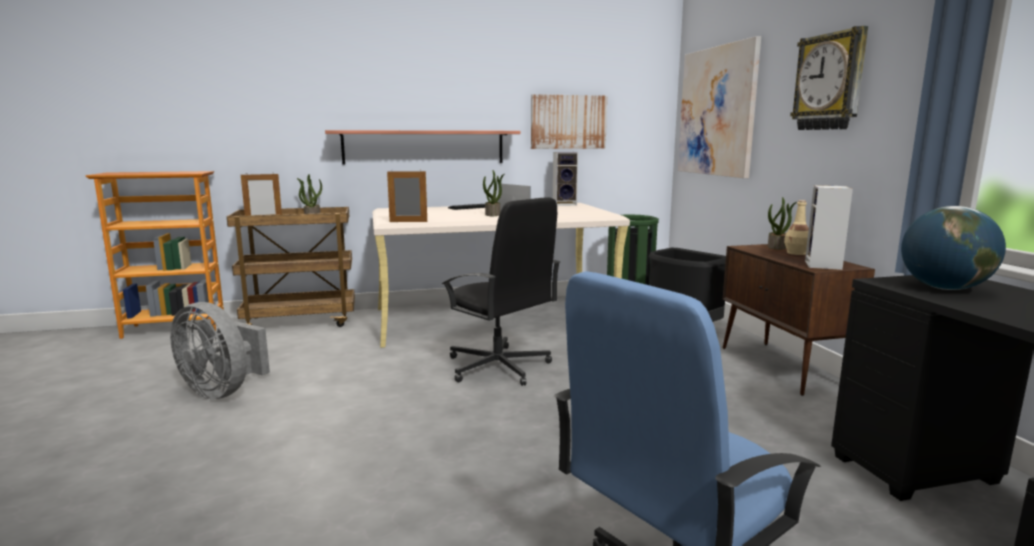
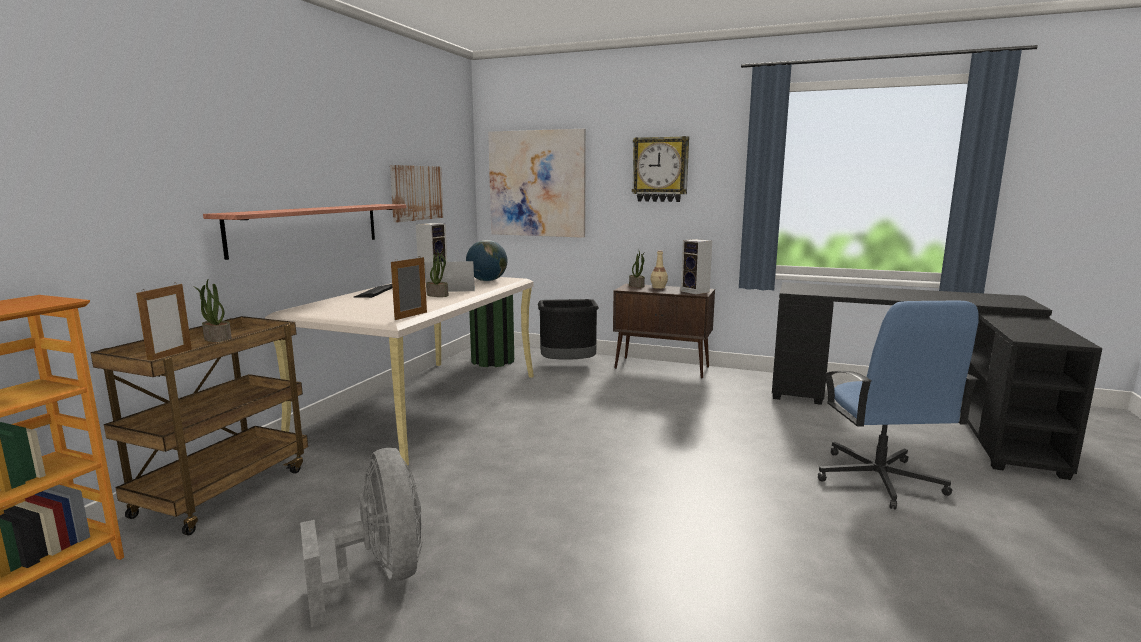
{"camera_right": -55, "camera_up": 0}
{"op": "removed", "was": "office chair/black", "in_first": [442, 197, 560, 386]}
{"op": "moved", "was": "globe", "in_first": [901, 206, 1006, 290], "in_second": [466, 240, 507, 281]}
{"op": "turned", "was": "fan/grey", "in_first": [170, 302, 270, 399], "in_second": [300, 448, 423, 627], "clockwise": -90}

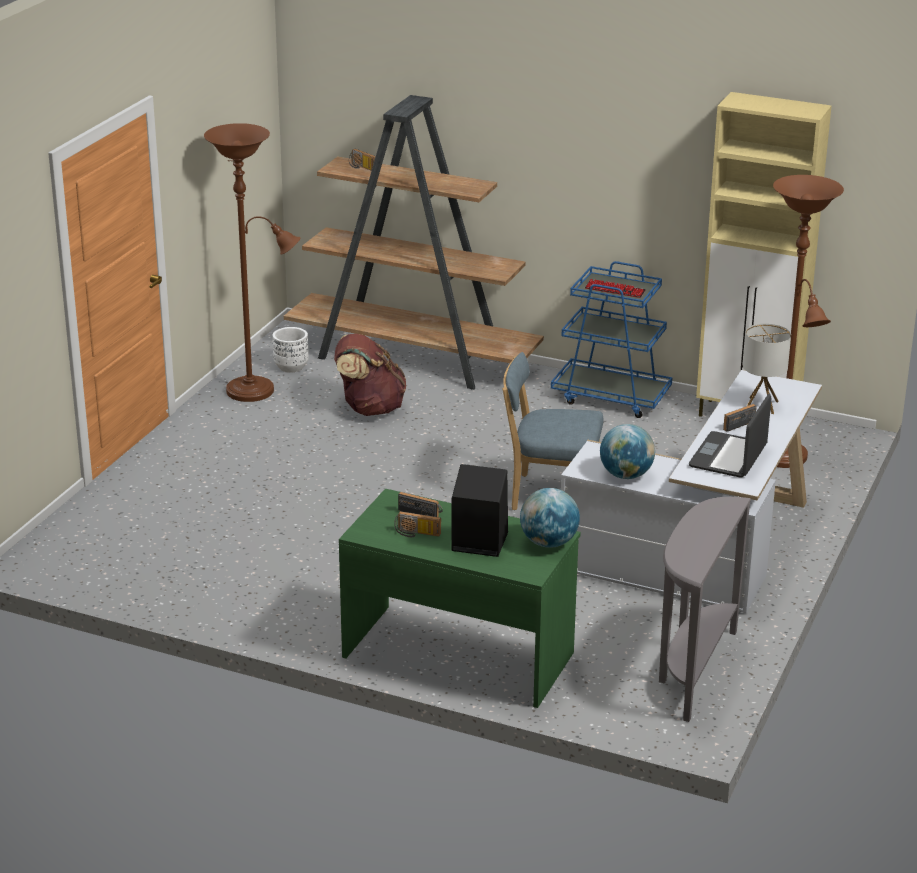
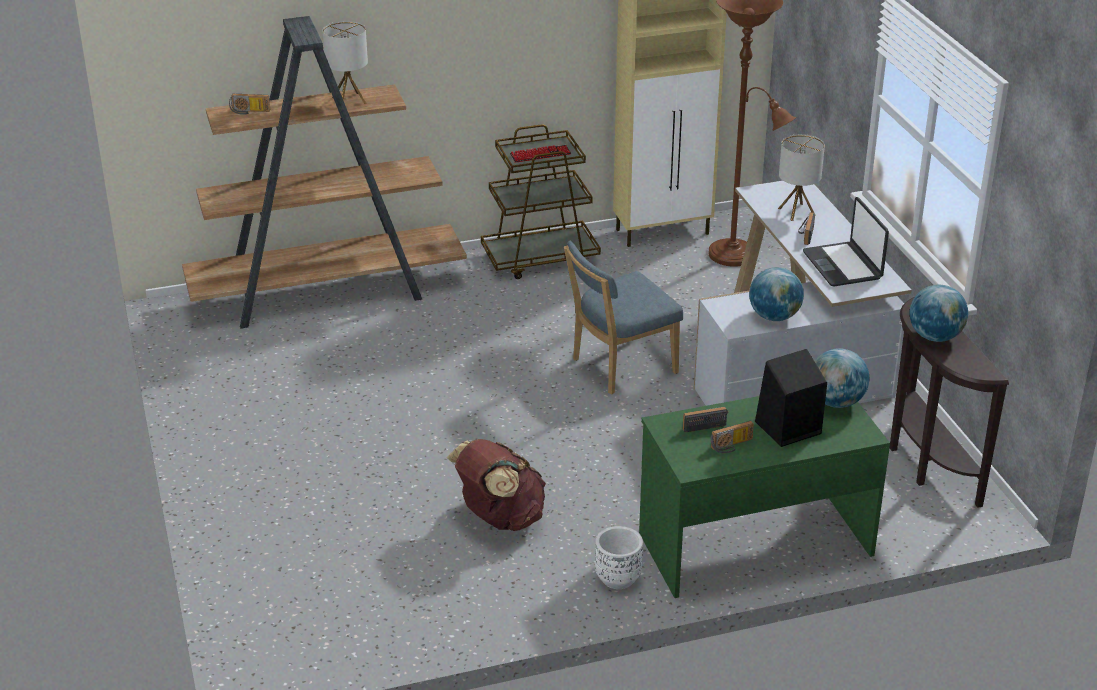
{"camera_right": -40, "camera_up": 5}
{"op": "removed", "was": "floor lamp/brown", "in_first": [204, 123, 300, 402]}
{"op": "recoloured", "was": "cart/blue", "now": "cart/brown", "in_first": [551, 261, 672, 418], "in_second": [481, 124, 601, 279]}
{"op": "moved", "was": "planter/white", "in_first": [273, 327, 309, 373], "in_second": [595, 526, 643, 589]}
{"op": "moved", "was": "backpack/brown", "in_first": [334, 333, 406, 416], "in_second": [447, 439, 546, 531]}
{"op": "recoloured", "was": "console table/grey", "now": "console table/brown", "in_first": [659, 497, 751, 722], "in_second": [890, 297, 1009, 508]}
{"op": "added", "now": "table lamp", "in_second": [323, 21, 368, 104]}
{"op": "added", "now": "globe", "in_second": [910, 284, 968, 342]}

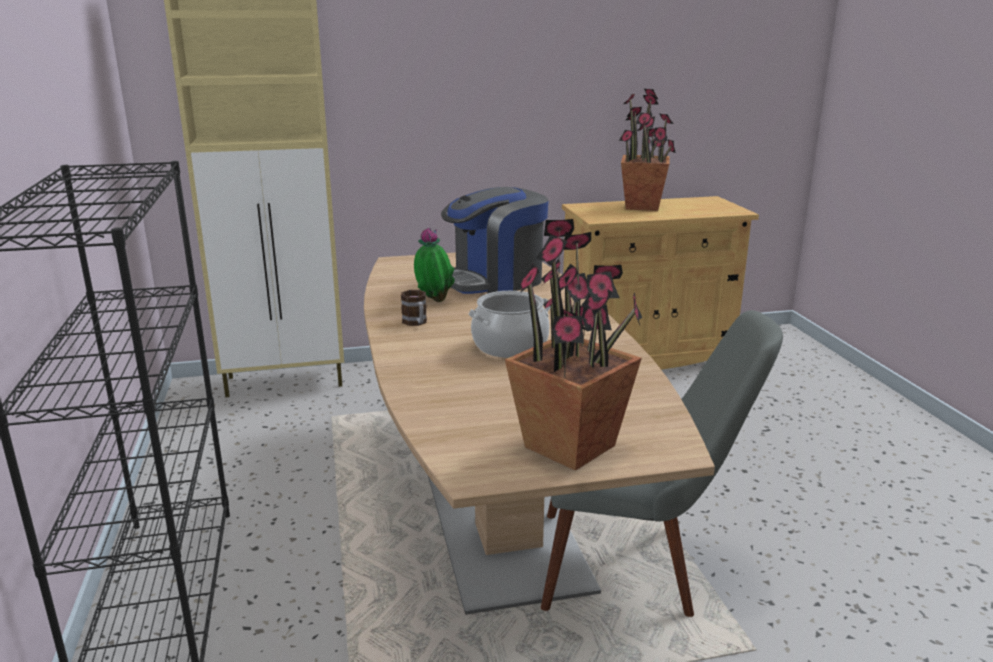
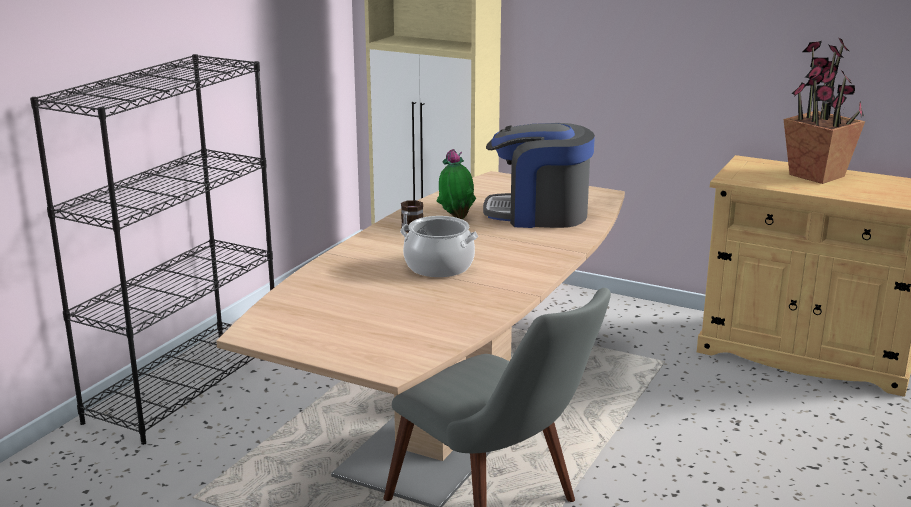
{"camera_right": 40, "camera_up": 0}
{"op": "removed", "was": "potted plant", "in_first": [505, 219, 642, 471]}

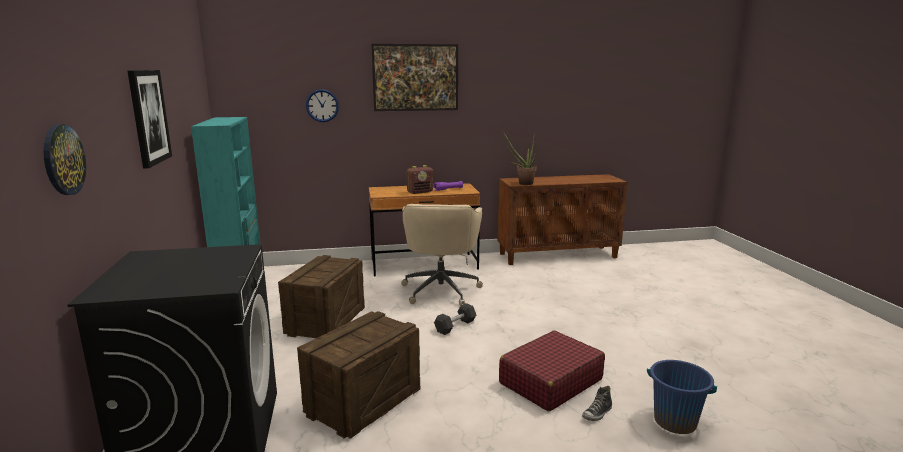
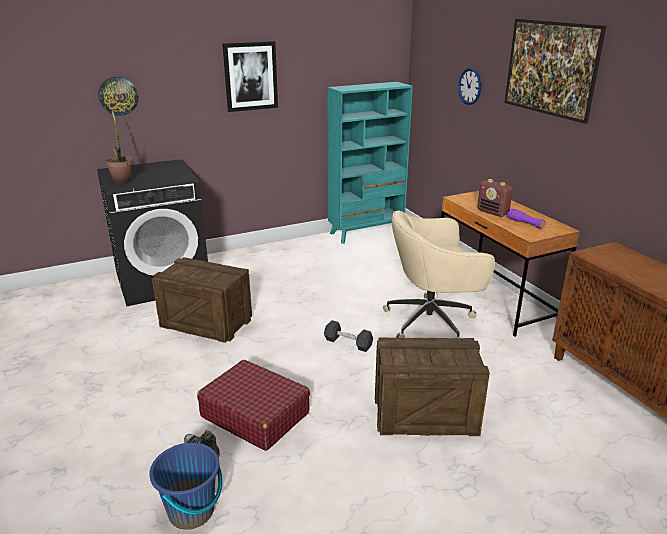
{"camera_right": 75, "camera_up": 10}
{"op": "moved", "was": "potted plant", "in_first": [503, 132, 537, 185], "in_second": [105, 110, 132, 183]}
{"op": "moved", "was": "crate", "in_first": [278, 255, 365, 338], "in_second": [375, 337, 490, 436]}

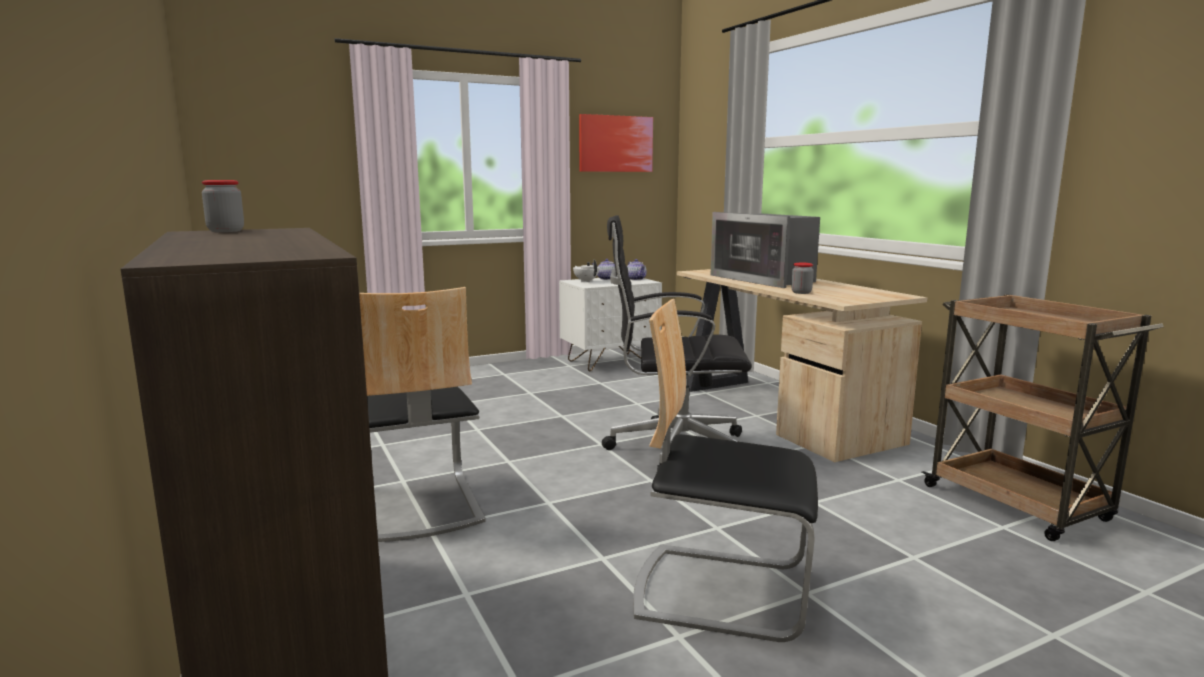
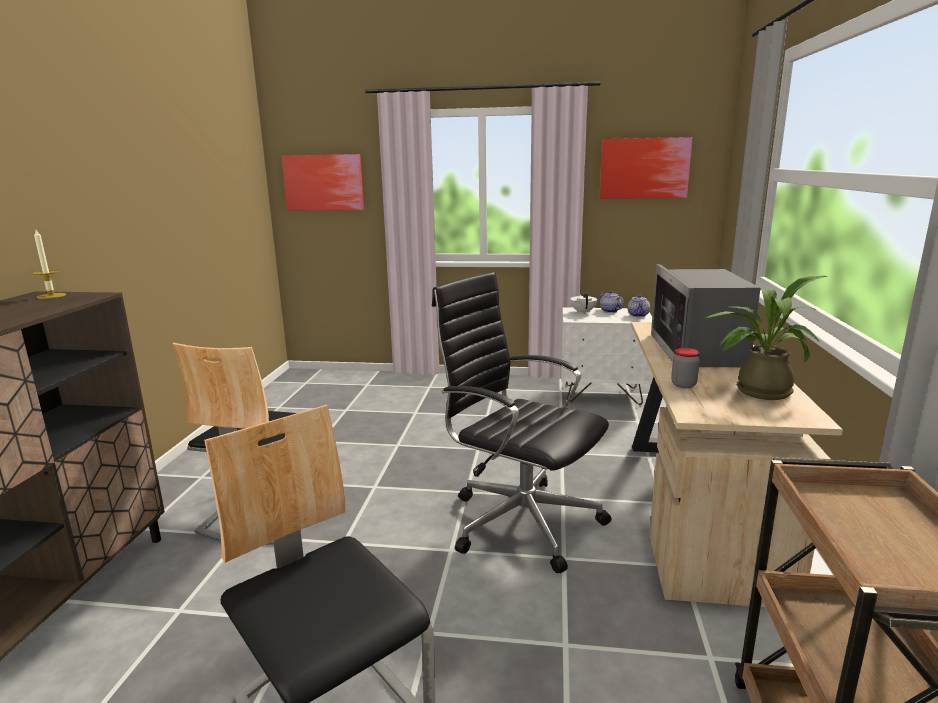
{"camera_right": 35, "camera_up": 5}
{"op": "replaced", "was": "jar", "now": "candle", "in_first": [202, 180, 244, 232], "in_second": [33, 230, 66, 299]}
{"op": "added", "now": "picture", "in_second": [282, 154, 364, 211]}
{"op": "added", "now": "potted plant", "in_second": [704, 276, 827, 400]}

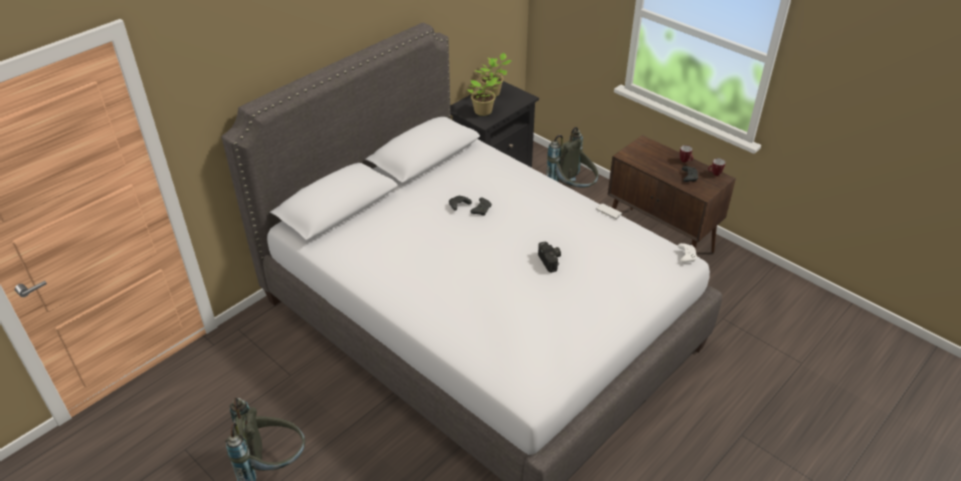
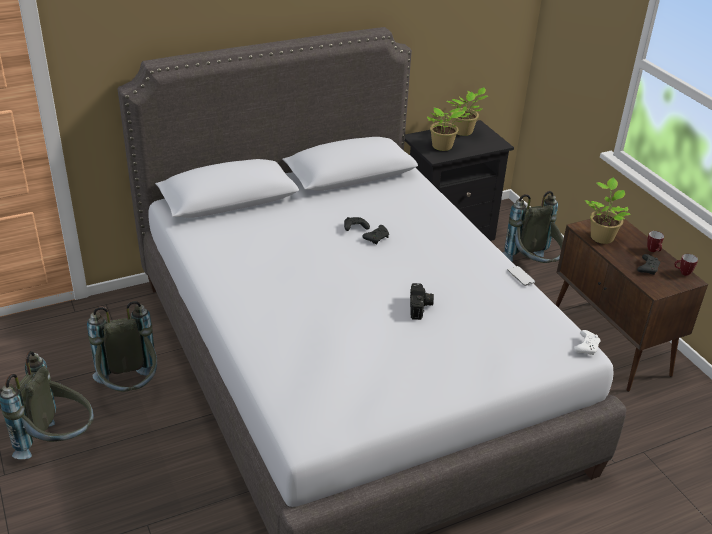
{"camera_right": 20, "camera_up": -5}
{"op": "added", "now": "potted plant", "in_second": [585, 178, 631, 244]}
{"op": "added", "now": "backpack/grey", "in_second": [87, 301, 157, 392]}

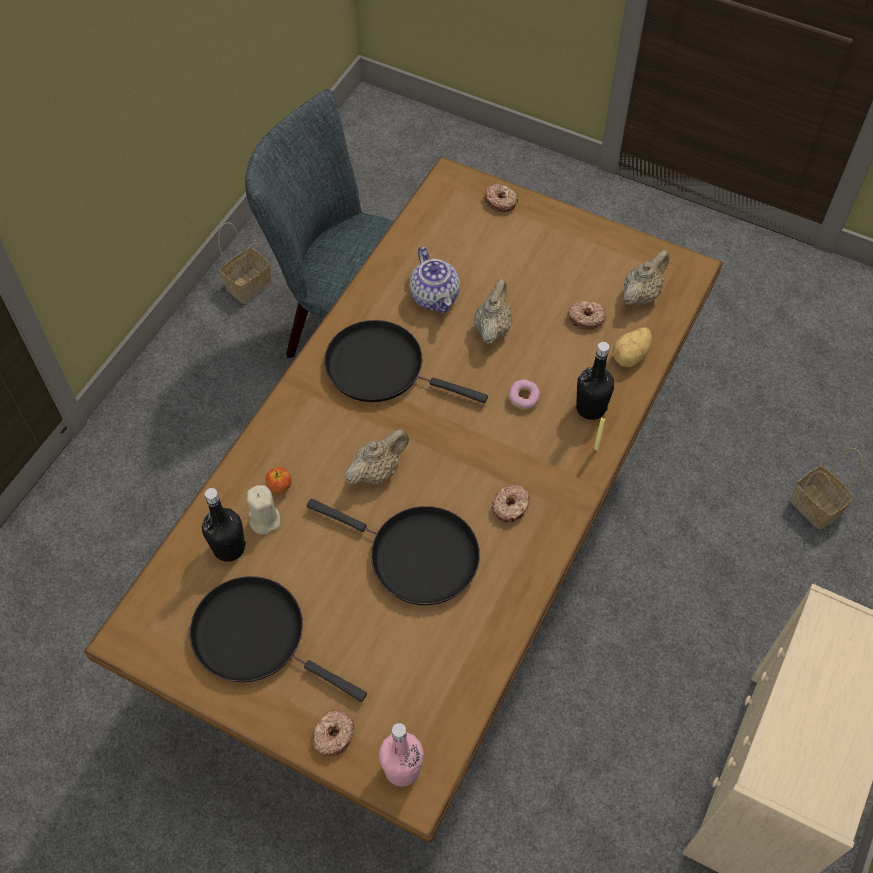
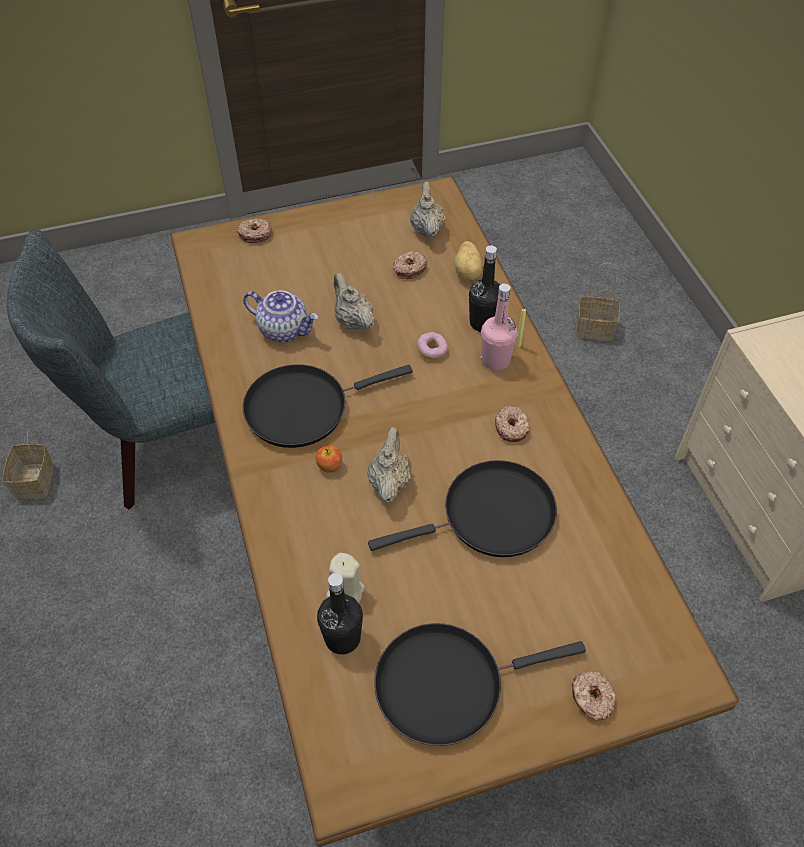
{"camera_right": -45, "camera_up": -5}
{"op": "moved", "was": "apple", "in_first": [266, 467, 292, 494], "in_second": [315, 445, 342, 473]}
{"op": "moved", "was": "bottle/pink", "in_first": [379, 723, 424, 787], "in_second": [481, 283, 517, 371]}

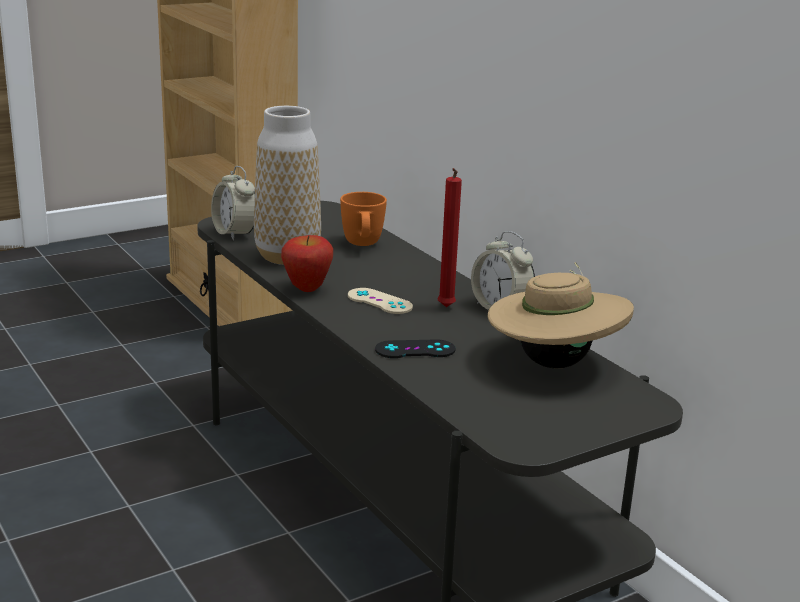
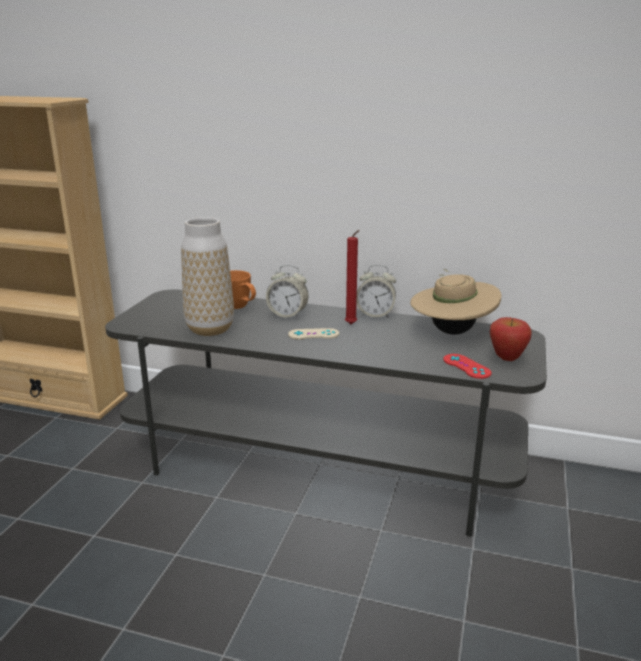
{"camera_right": -40, "camera_up": 0}
{"op": "moved", "was": "alarm clock", "in_first": [211, 166, 255, 241], "in_second": [266, 265, 308, 319]}
{"op": "moved", "was": "apple", "in_first": [281, 235, 333, 292], "in_second": [490, 317, 532, 361]}
{"op": "removed", "was": "game controller/black", "in_first": [375, 339, 456, 358]}
{"op": "added", "now": "game controller/red", "in_second": [443, 354, 492, 379]}

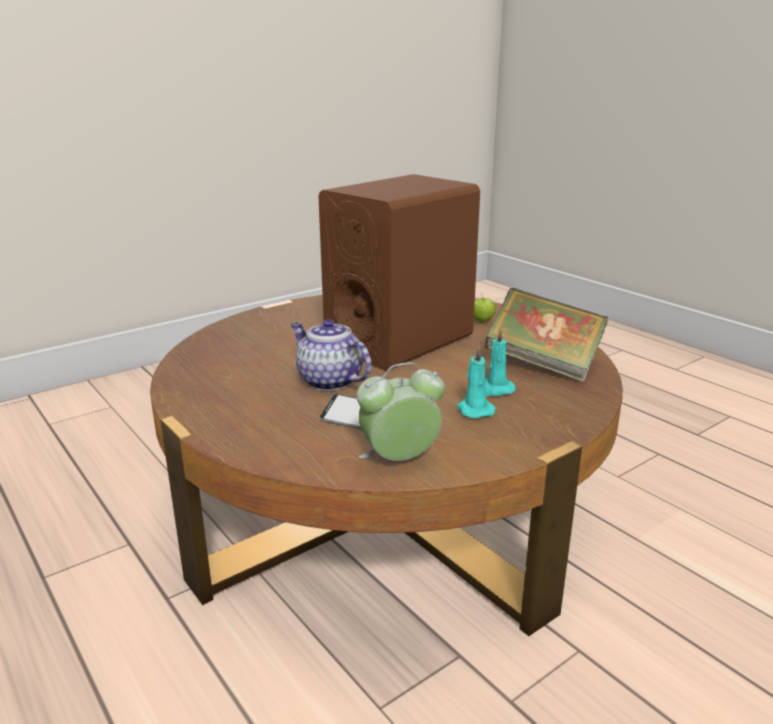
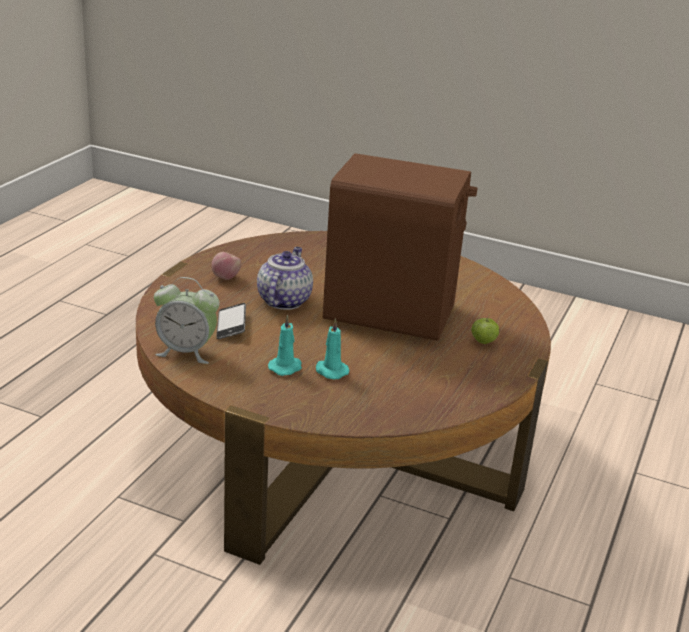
{"camera_right": 60, "camera_up": 5}
{"op": "removed", "was": "book", "in_first": [485, 288, 609, 382]}
{"op": "turned", "was": "alarm clock", "in_first": [357, 362, 445, 461], "in_second": [154, 277, 220, 364], "clockwise": 150}
{"op": "added", "now": "apple", "in_second": [211, 252, 241, 280]}

